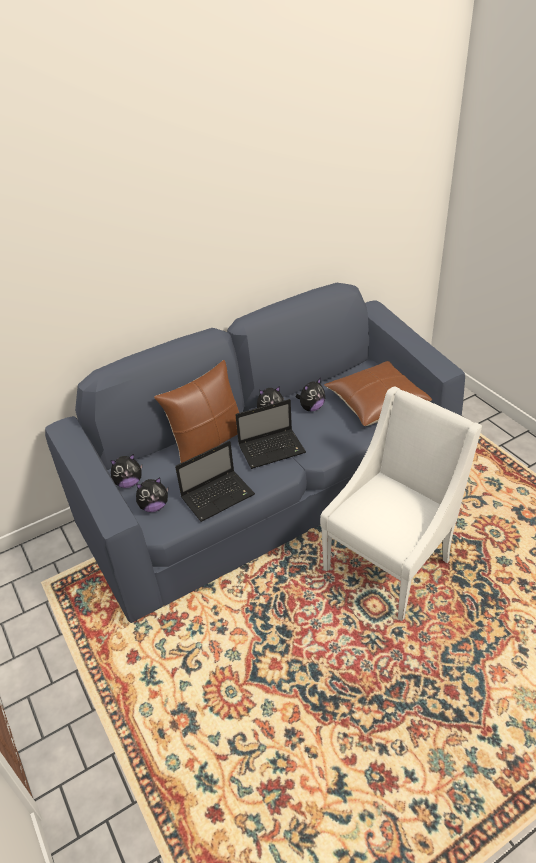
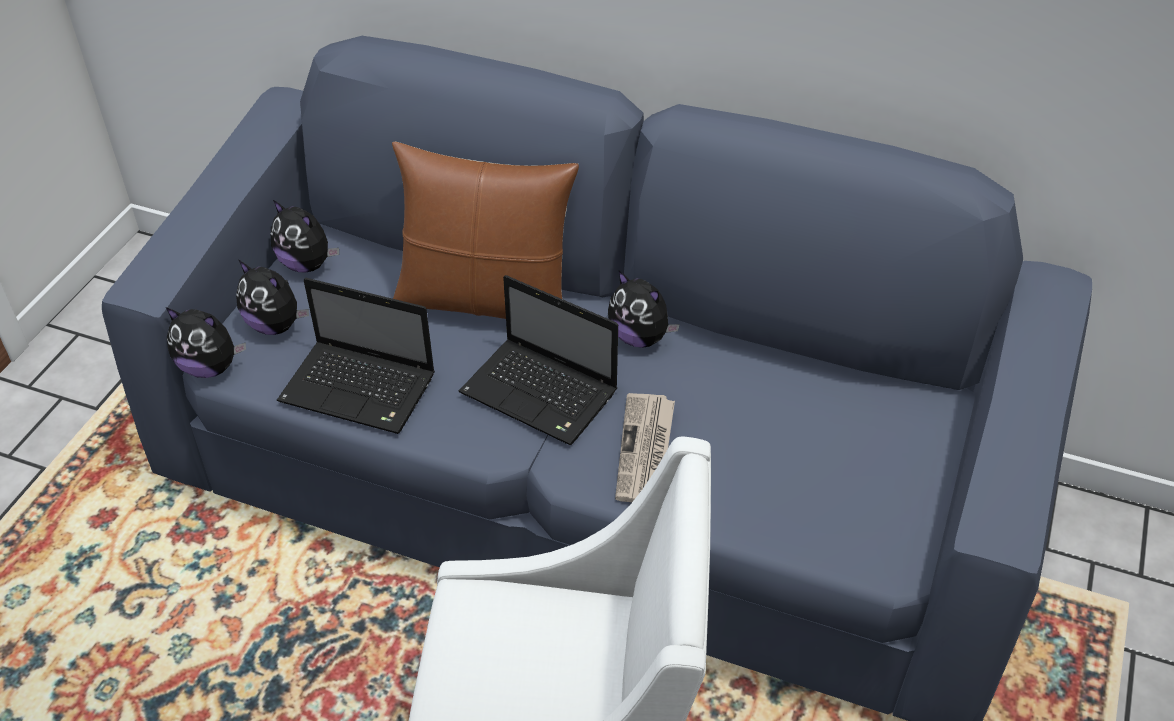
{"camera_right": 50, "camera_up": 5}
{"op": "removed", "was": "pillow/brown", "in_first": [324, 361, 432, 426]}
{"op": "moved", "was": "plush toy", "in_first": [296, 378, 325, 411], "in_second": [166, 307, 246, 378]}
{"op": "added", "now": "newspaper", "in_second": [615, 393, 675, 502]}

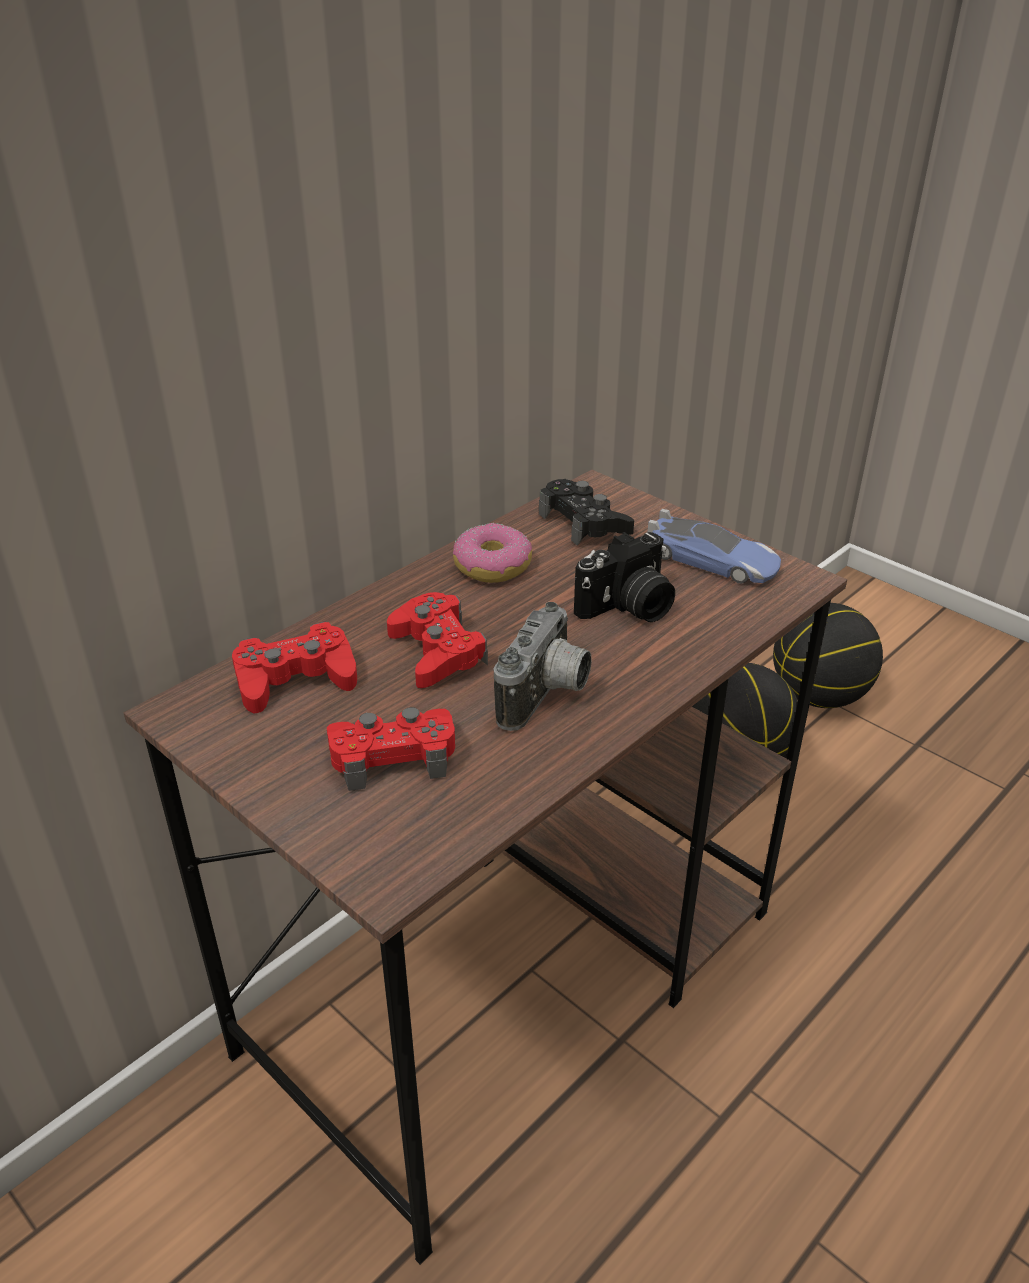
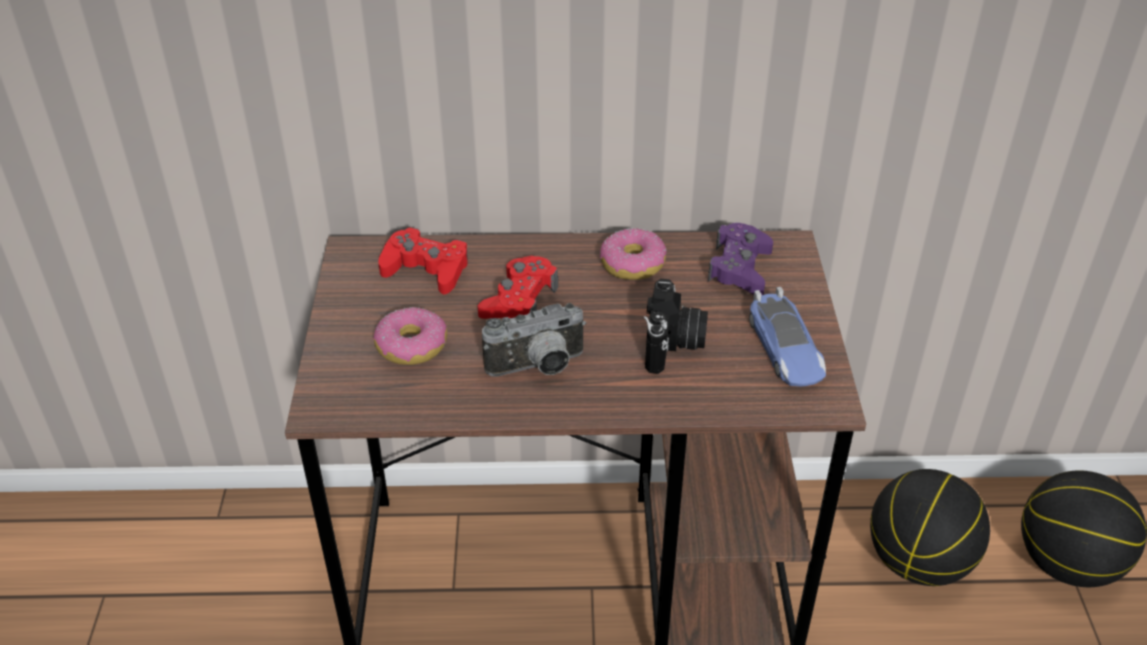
{"camera_right": 45, "camera_up": 5}
{"op": "recoloured", "was": "game controller/black", "now": "game controller/purple", "in_first": [539, 479, 634, 546], "in_second": [708, 223, 773, 295]}
{"op": "turned", "was": "photo camera", "in_first": [574, 532, 675, 622], "in_second": [644, 279, 708, 374], "clockwise": -90}
{"op": "replaced", "was": "game controller/red", "now": "donut", "in_first": [327, 707, 455, 791], "in_second": [373, 307, 447, 365]}

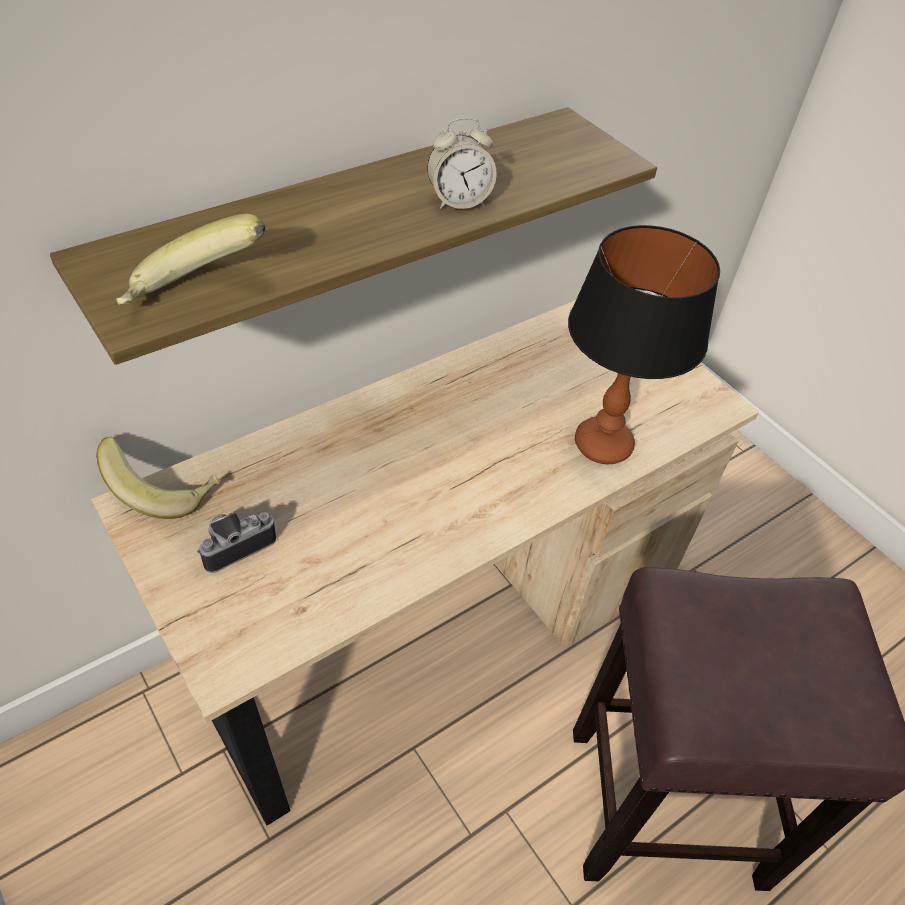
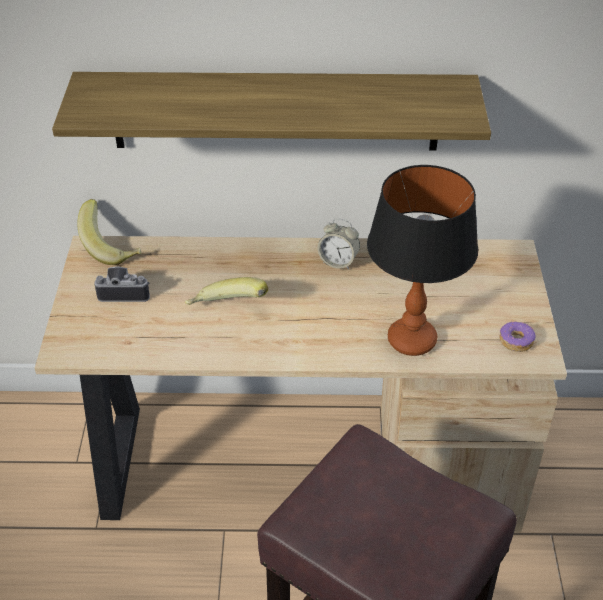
{"camera_right": 40, "camera_up": -5}
{"op": "moved", "was": "alarm clock", "in_first": [427, 117, 497, 209], "in_second": [318, 219, 360, 270]}
{"op": "moved", "was": "banana", "in_first": [116, 214, 266, 305], "in_second": [185, 277, 268, 305]}
{"op": "added", "now": "donut", "in_second": [499, 322, 536, 352]}

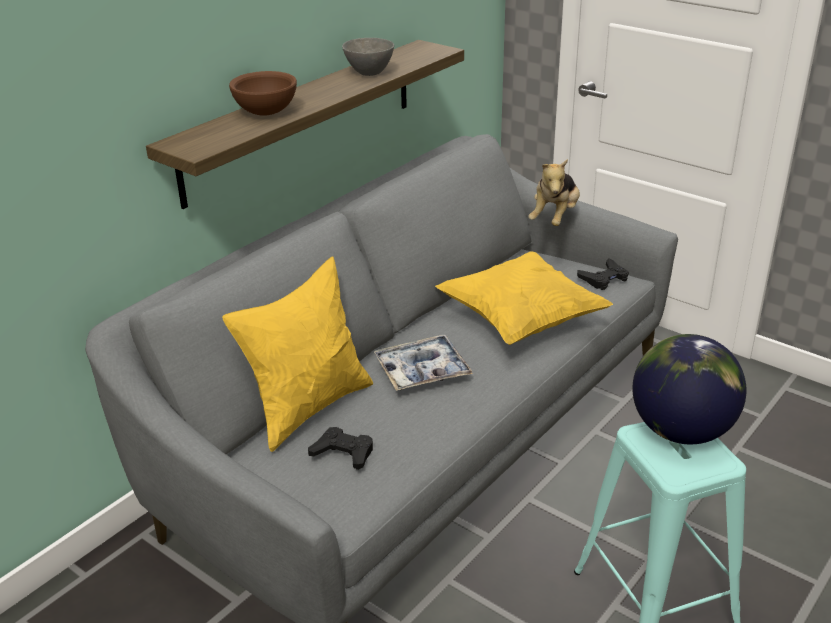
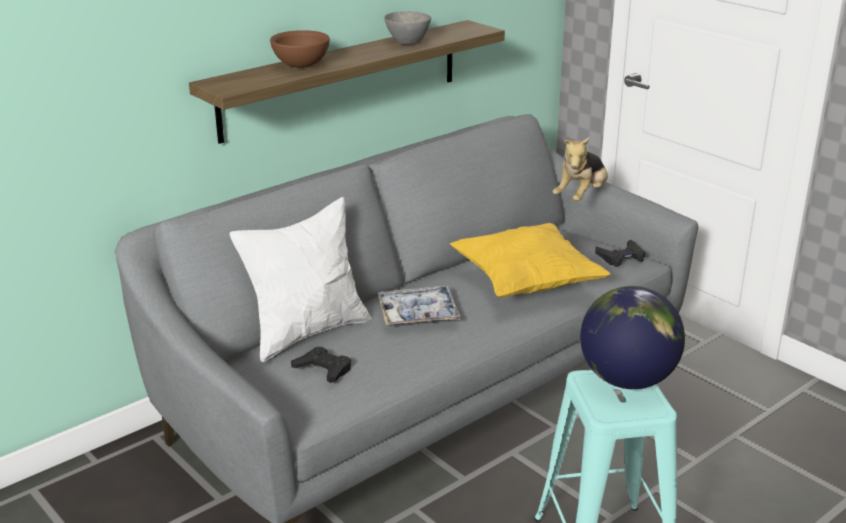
{"camera_right": 10, "camera_up": -5}
{"op": "recoloured", "was": "pillow/yellow", "now": "pillow/white", "in_first": [222, 256, 373, 452], "in_second": [230, 197, 371, 362]}

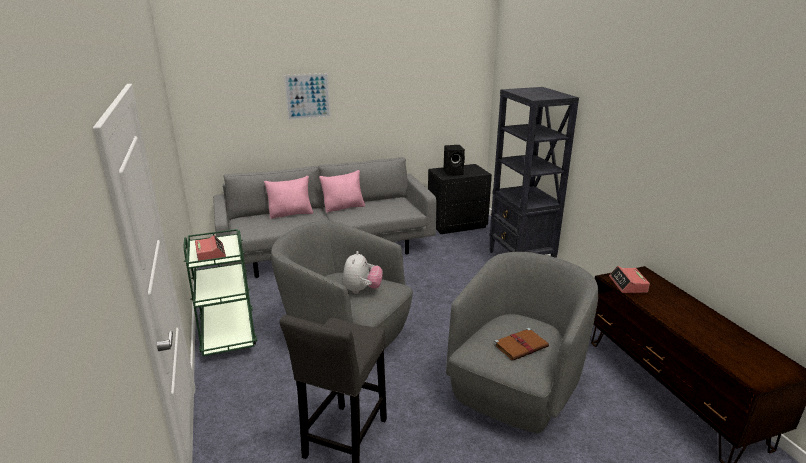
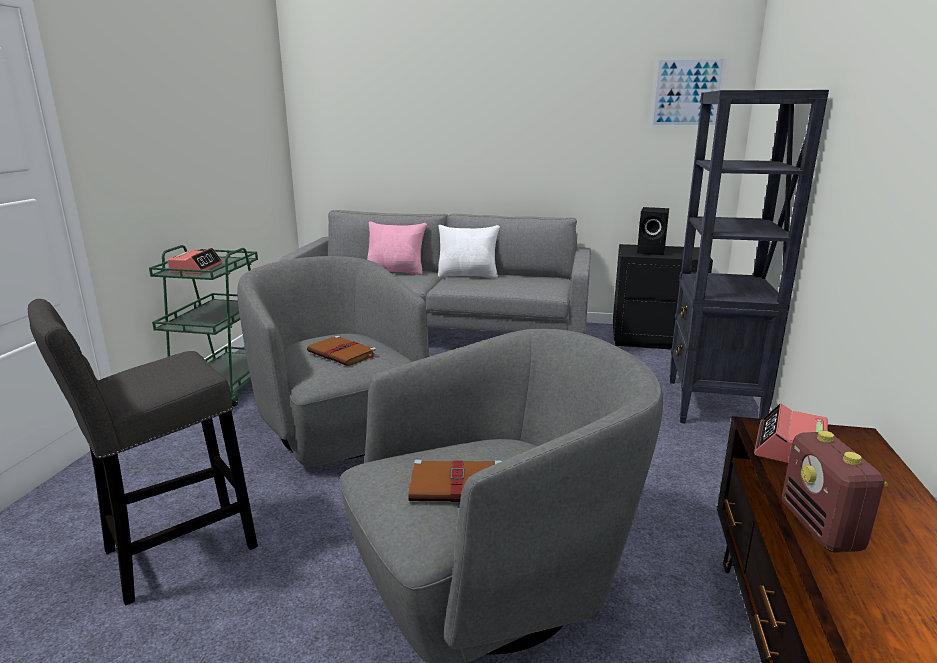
{"camera_right": 30, "camera_up": -5}
{"op": "moved", "was": "picture", "in_first": [284, 73, 331, 120], "in_second": [651, 57, 726, 127]}
{"op": "recoloured", "was": "pillow/pink", "now": "pillow/white", "in_first": [319, 170, 365, 213], "in_second": [438, 225, 500, 279]}
{"op": "replaced", "was": "plush toy", "now": "book/brown", "in_first": [343, 251, 383, 294], "in_second": [307, 336, 377, 366]}
{"op": "added", "now": "radio", "in_second": [782, 430, 888, 553]}

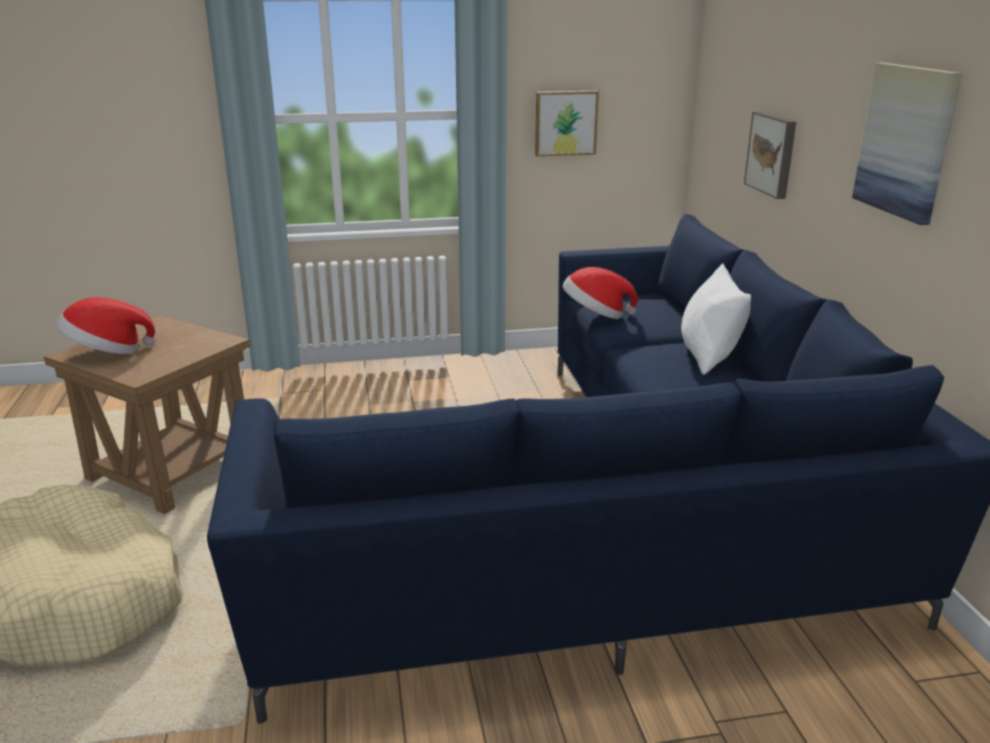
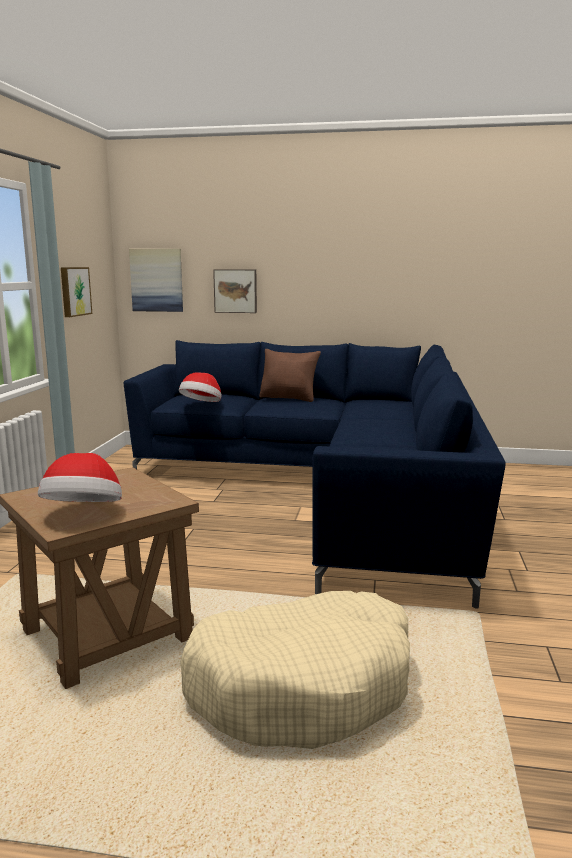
{"camera_right": -70, "camera_up": -10}
{"op": "moved", "was": "picture", "in_first": [852, 62, 962, 225], "in_second": [129, 249, 183, 312]}
{"op": "recoloured", "was": "pillow/white", "now": "pillow/brown", "in_first": [681, 263, 751, 375], "in_second": [259, 349, 321, 402]}

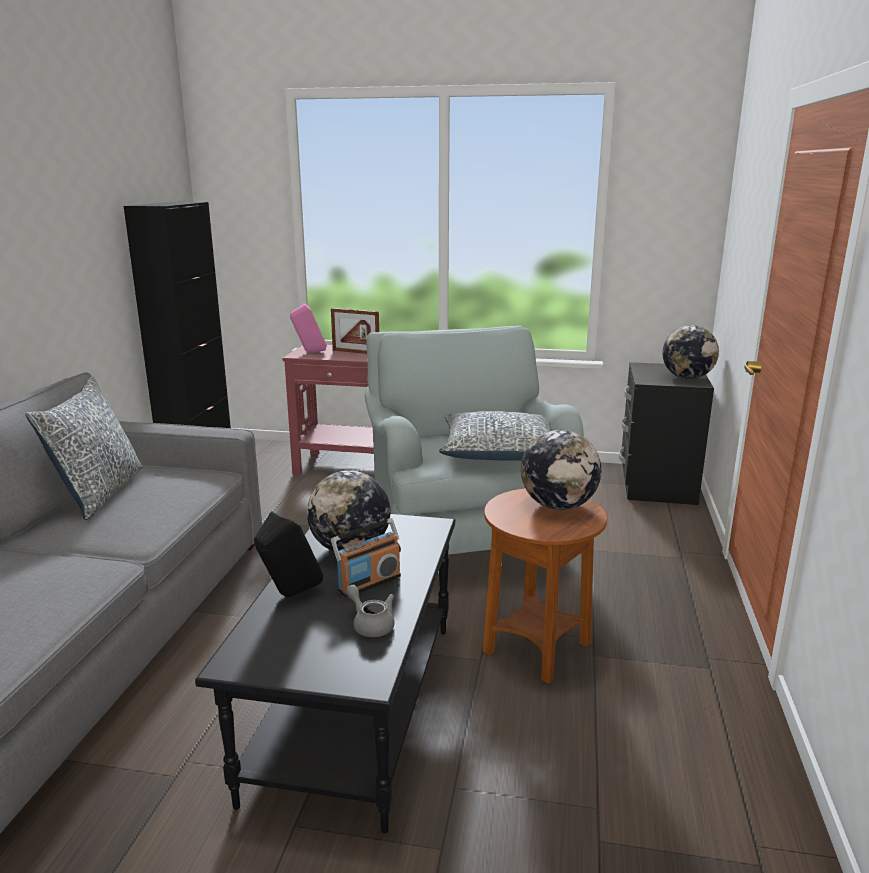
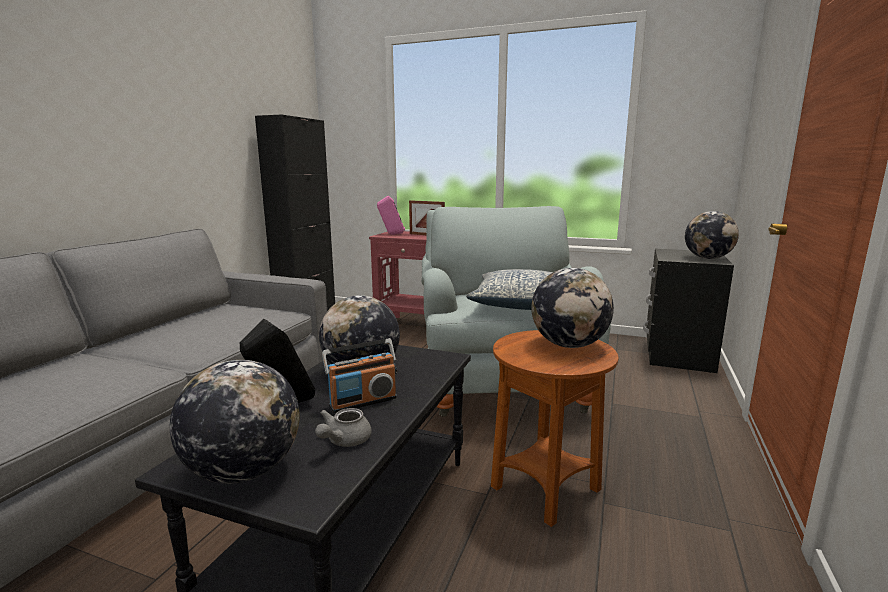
{"camera_right": 10, "camera_up": -5}
{"op": "removed", "was": "pillow", "in_first": [25, 376, 143, 520]}
{"op": "turned", "was": "teapot/grey", "in_first": [346, 585, 394, 637], "in_second": [315, 408, 372, 447], "clockwise": -120}
{"op": "added", "now": "globe", "in_second": [170, 360, 300, 484]}

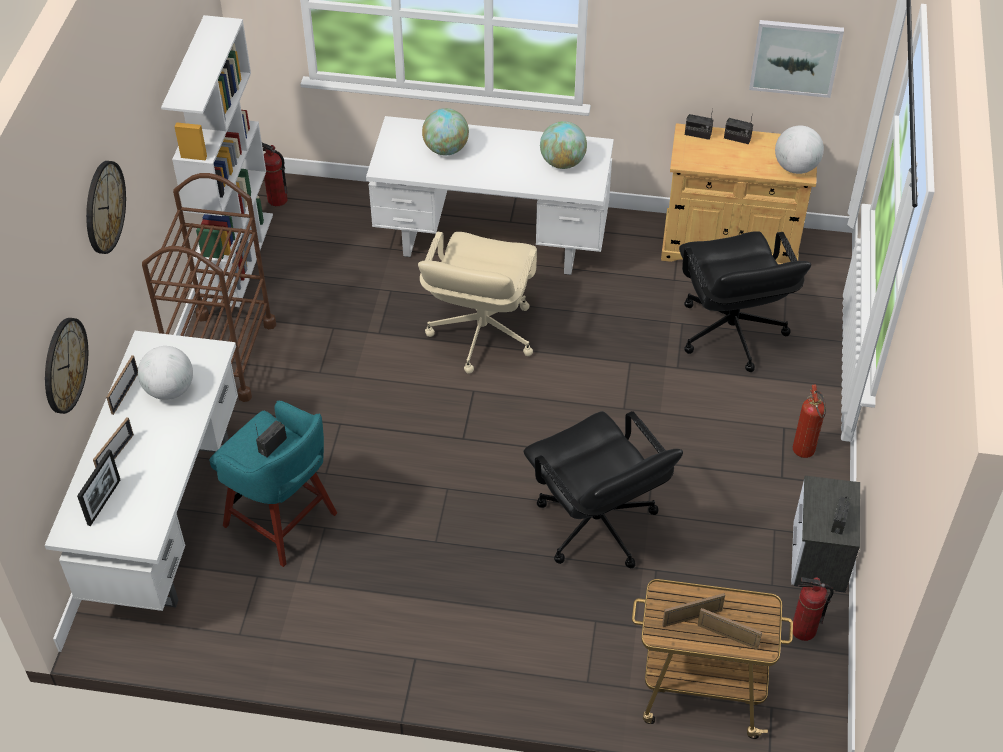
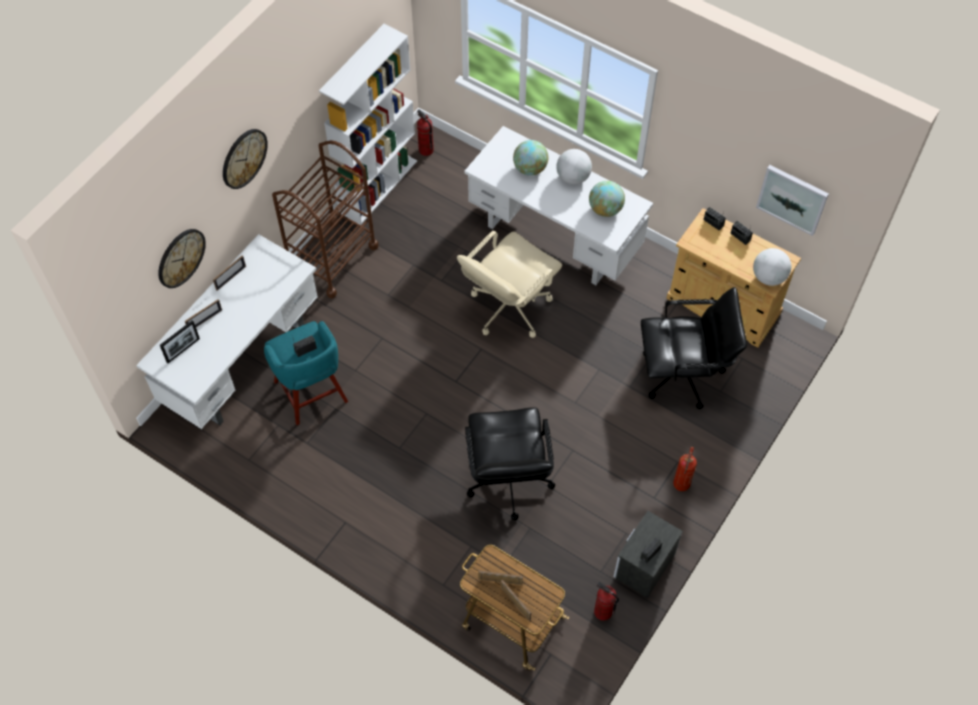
{"camera_right": 25, "camera_up": 10}
{"op": "turned", "was": "office chair/black", "in_first": [679, 231, 811, 372], "in_second": [641, 287, 747, 409], "clockwise": -105}
{"op": "moved", "was": "globe", "in_first": [138, 346, 193, 400], "in_second": [556, 149, 592, 185]}

